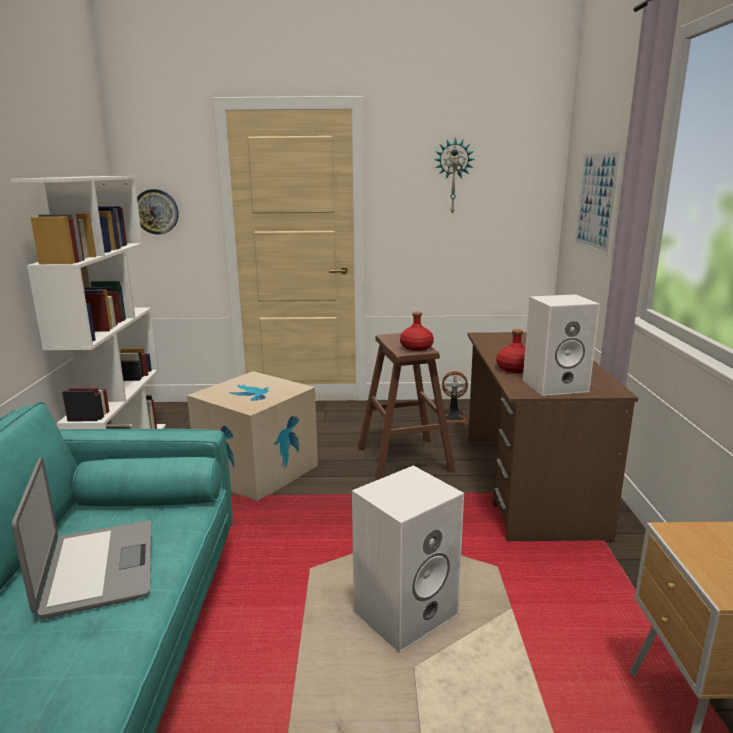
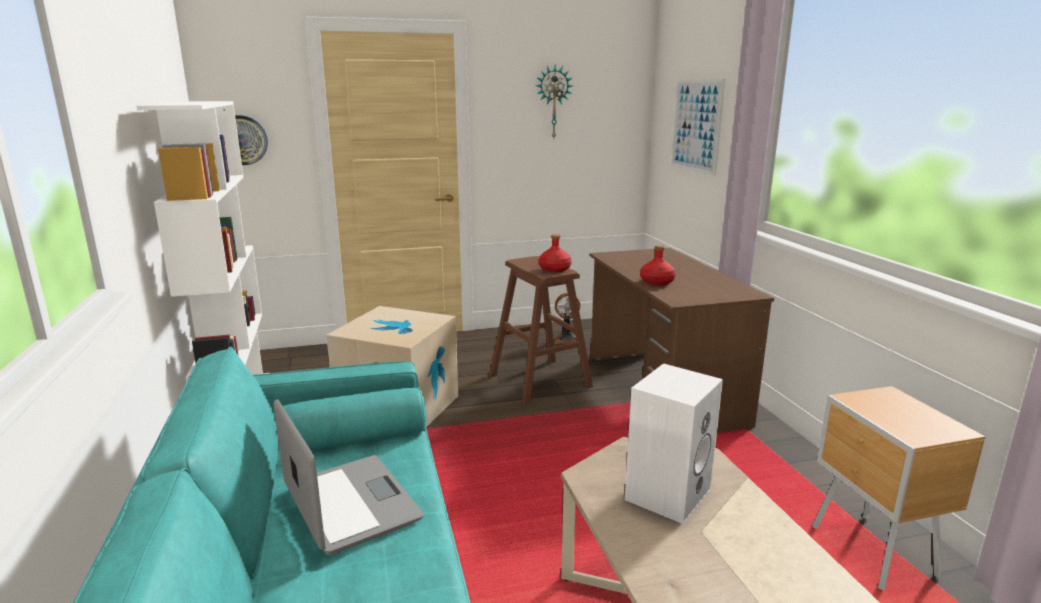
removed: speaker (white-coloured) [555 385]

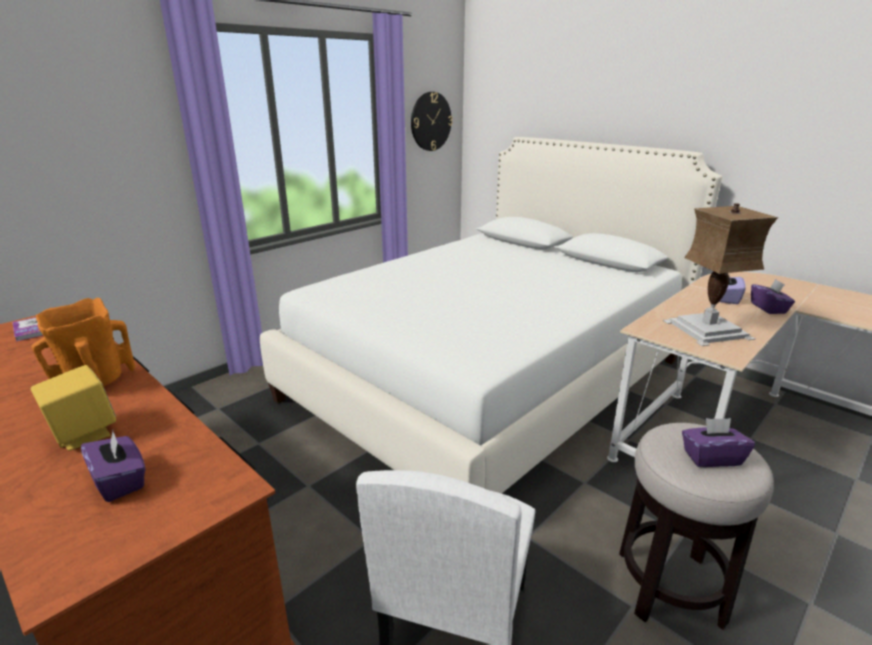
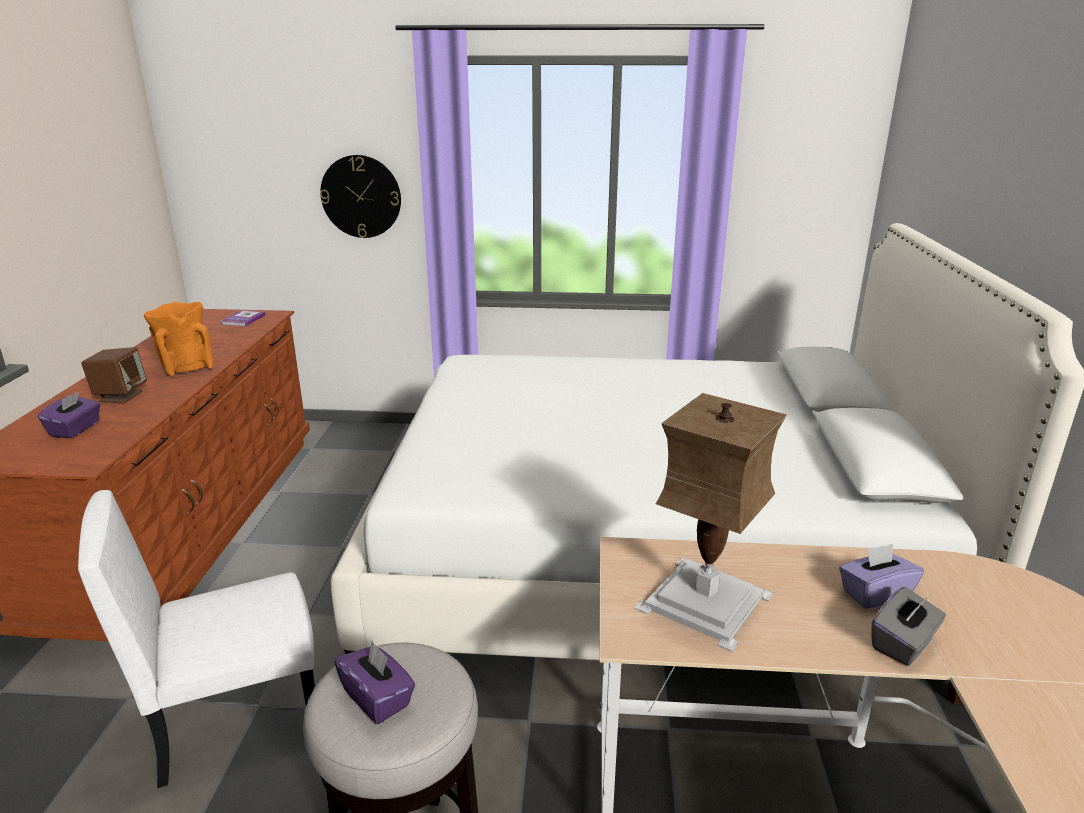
moved: hanging clock [430 121] to [361 196]
recoloured: box of tissues (purplish) [768 308] to box of tissues (gray) [903 644]; speaker (yellowish) [83 434] to speaker (brownish) [120 396]

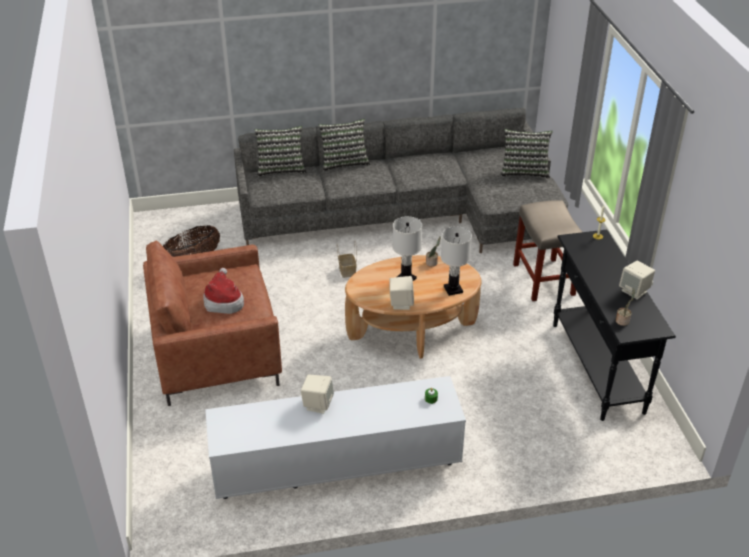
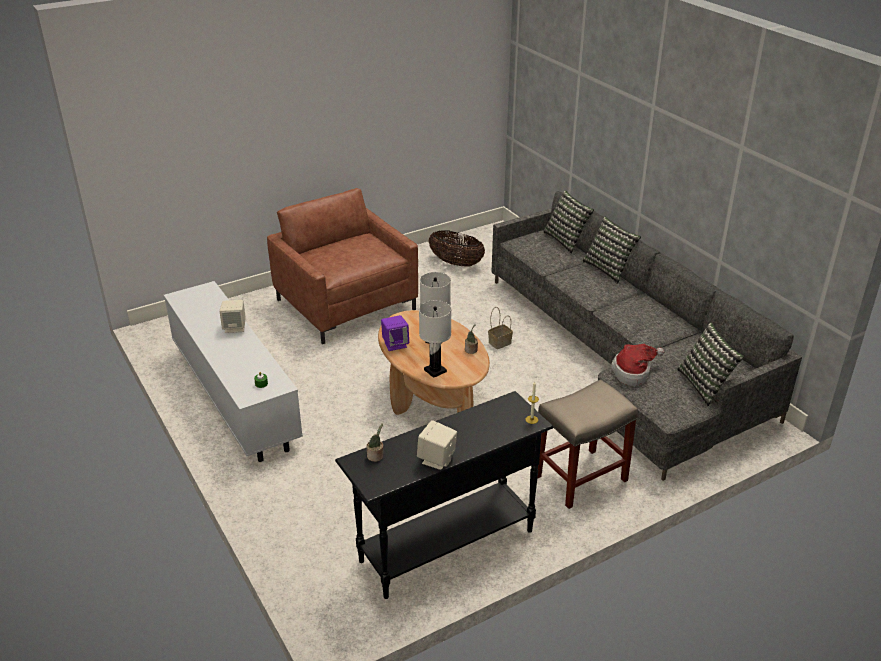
moved: hat [224 301] to [633 372]
recoloured: speaker (sand-coloured) [401 303] to speaker (purplish) [395 344]

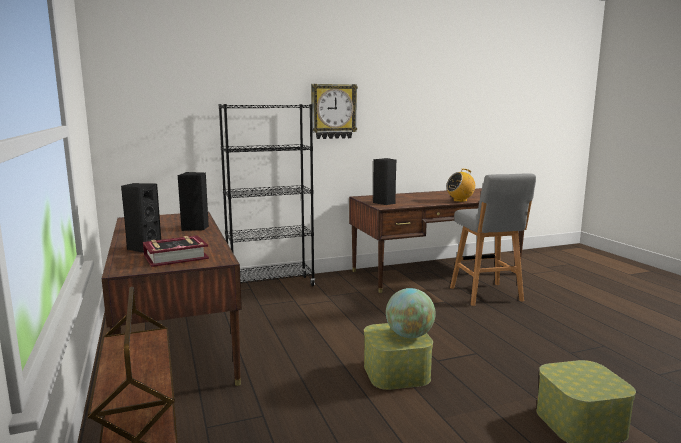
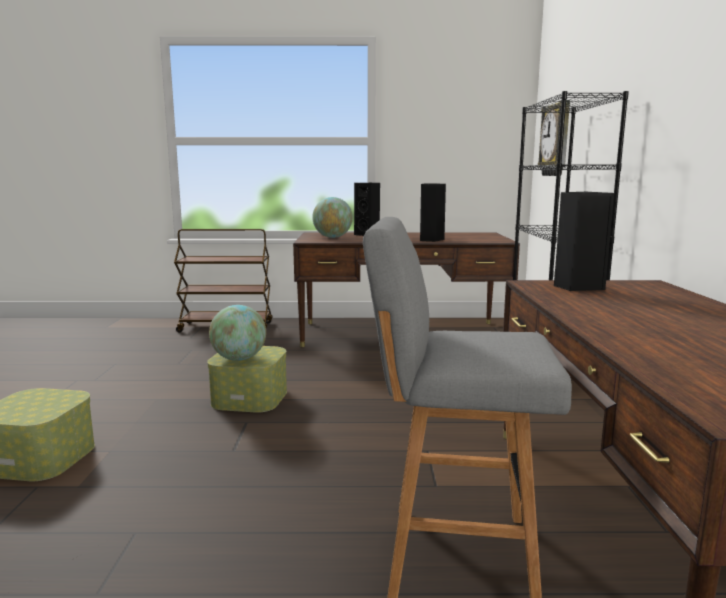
removed: radio [460 200]
moved: hanging clock [333 111] to [556 140]
replaced: volume [176 257] to desk globe [332 237]

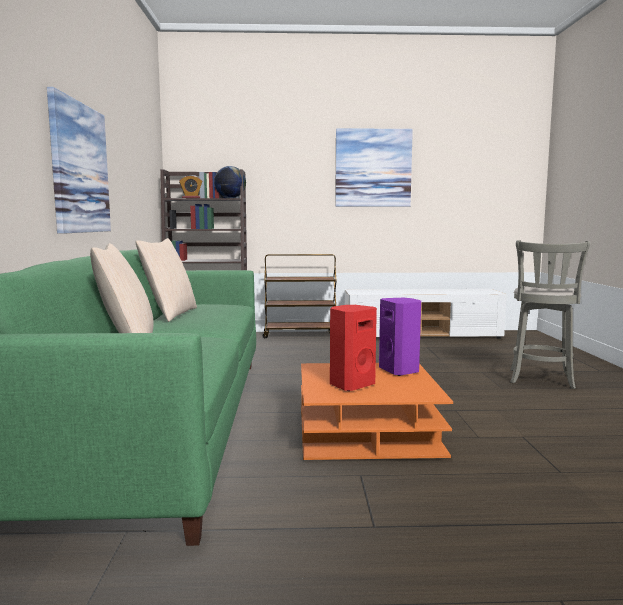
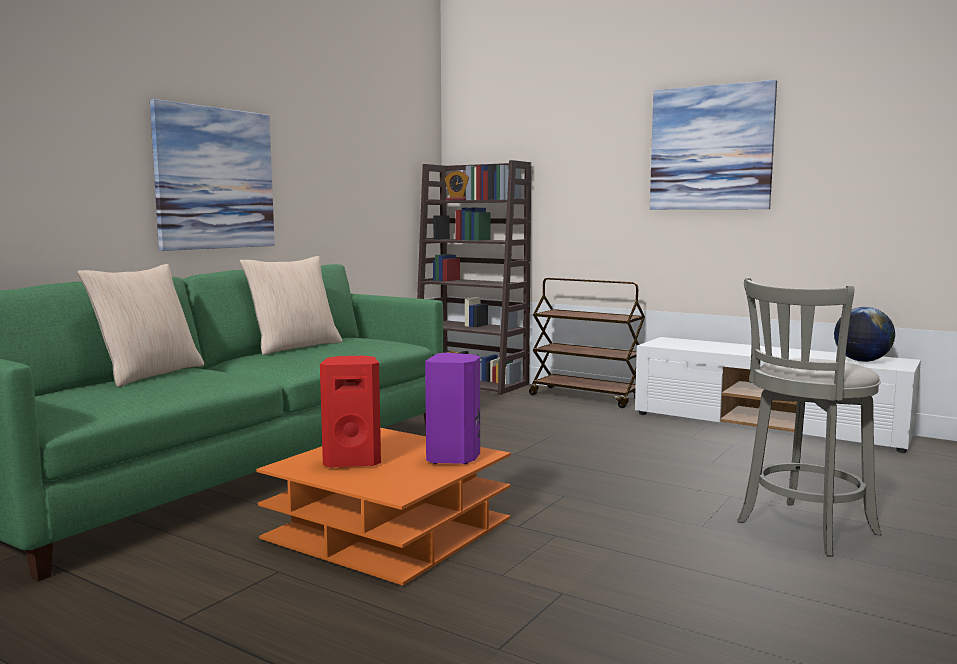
moved: desk globe [230 198] to [861 361]

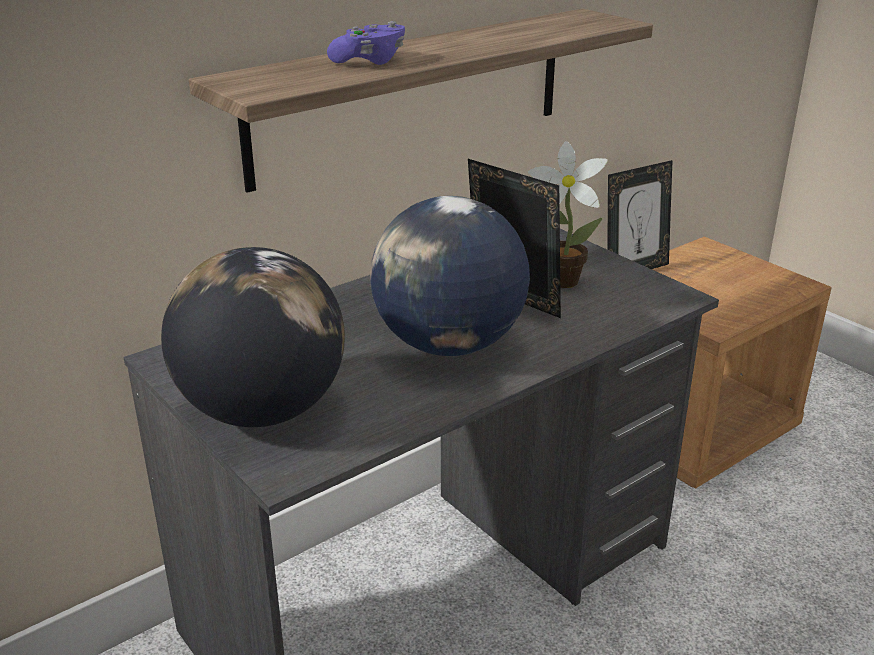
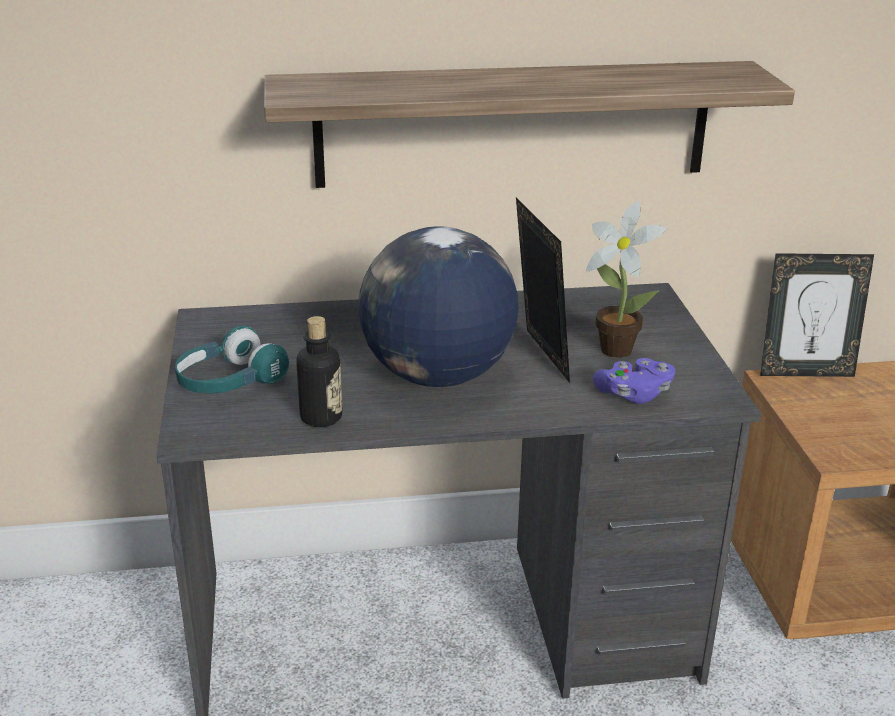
added: drink bottle [321 417]
moved: game controller (purplish) [370 61] to [634 394]
replaced: desk globe [262 411] to headset (turquoise) [229 382]

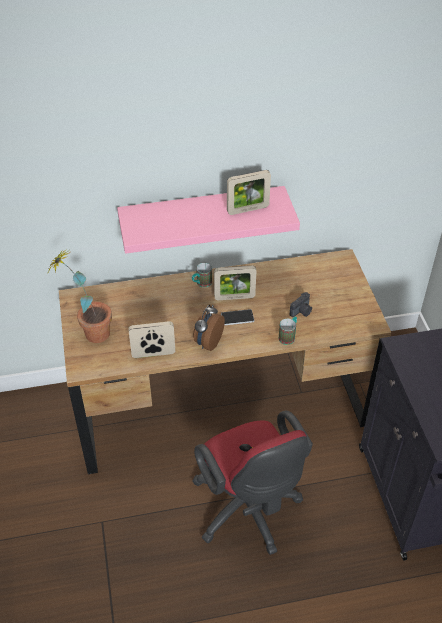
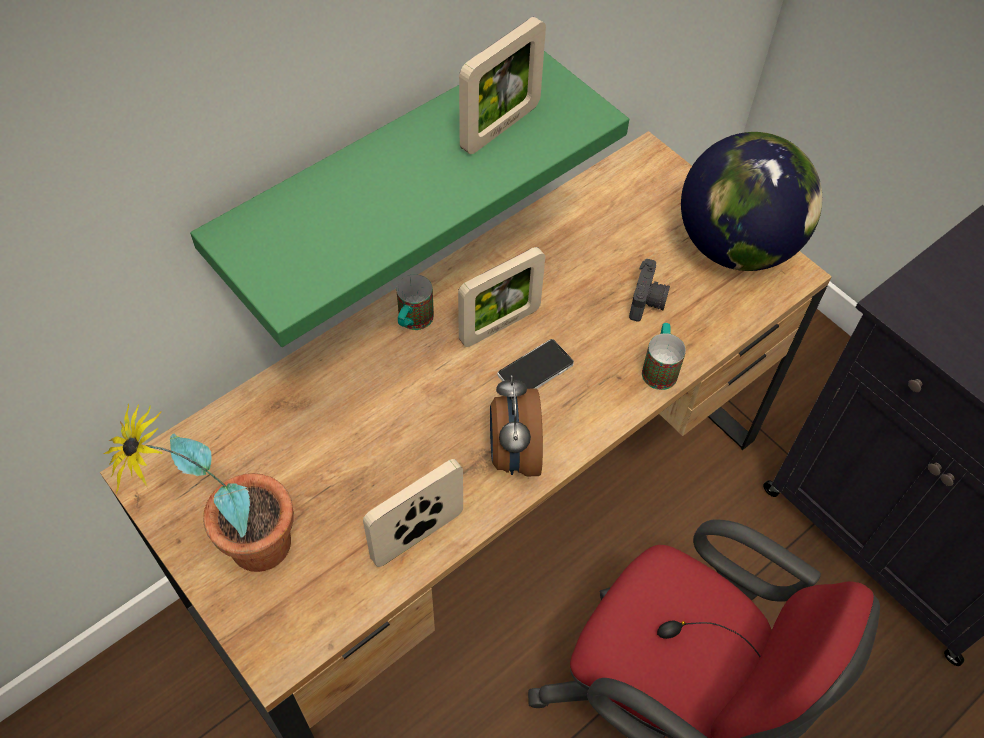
added: desk globe [736 246]
recoloured: bracket shelf (pink) [202 215] to bracket shelf (greenish) [379 174]

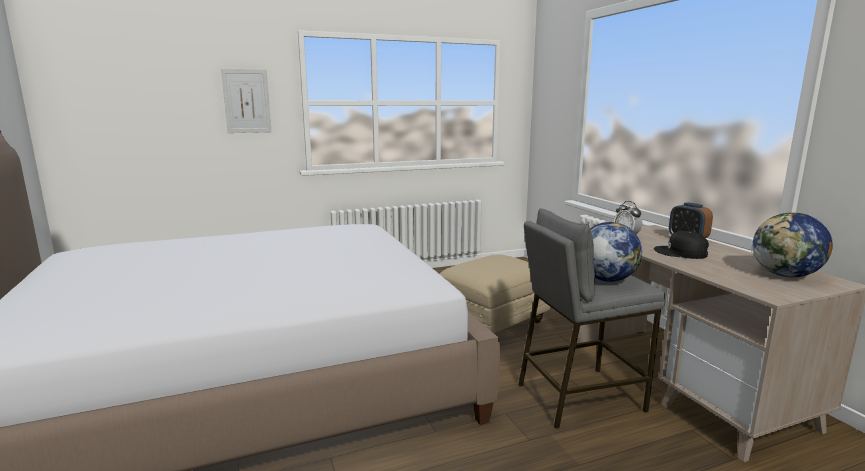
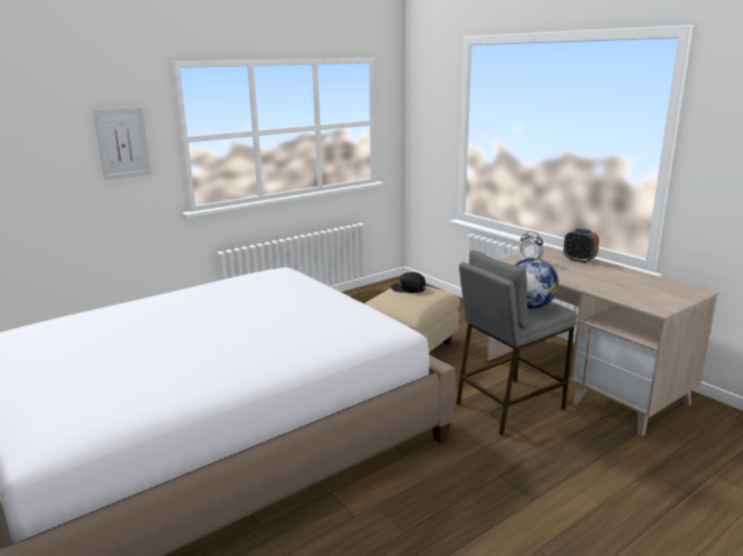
removed: desk globe [785 275]
moved: peaked cap (blackish) [681 253] to [408 288]

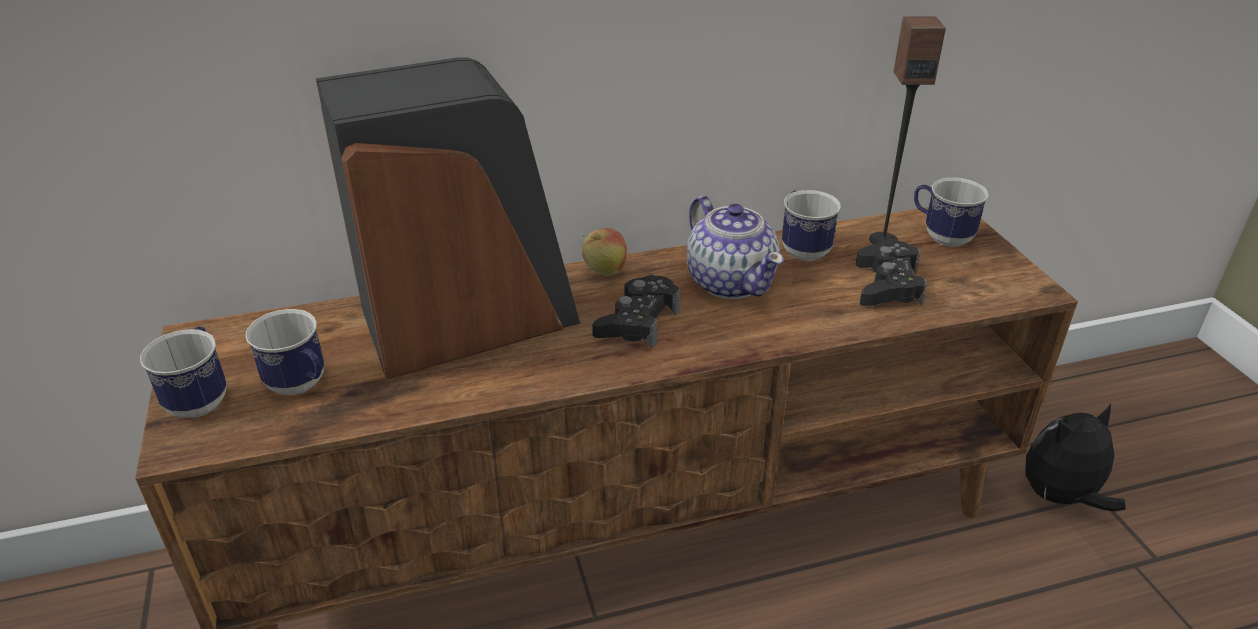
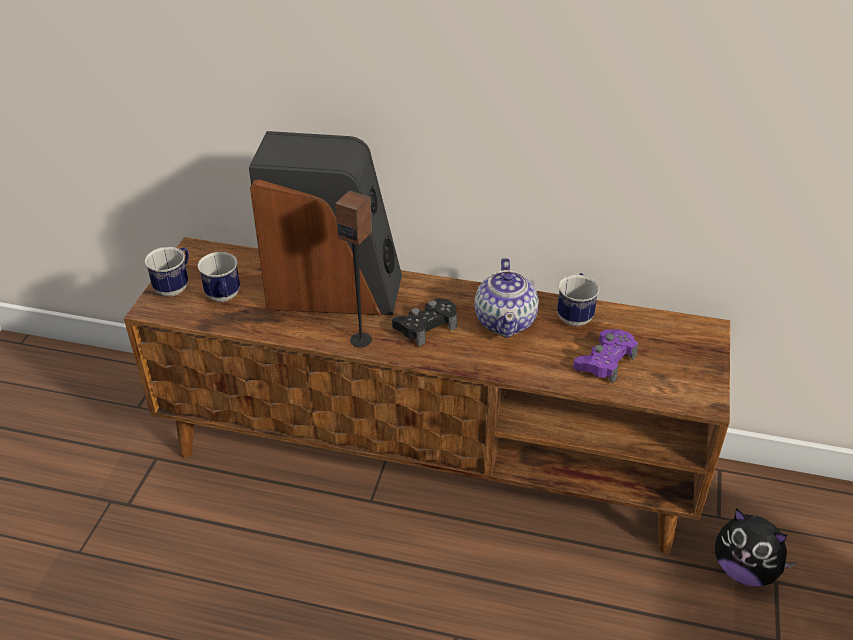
removed: tea mug [940 236]; apple fruit [604 272]
moved: speaker [883 240] to [361 340]
recoloured: game controller (blackish) [887 285] to game controller (purplish) [605 361]
turned: plush toy [1060 497] = [744 570] 150 degrees counterclockwise

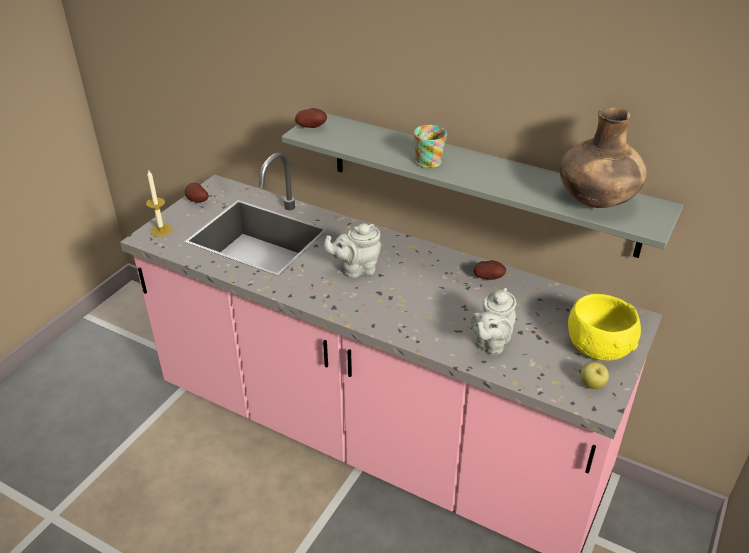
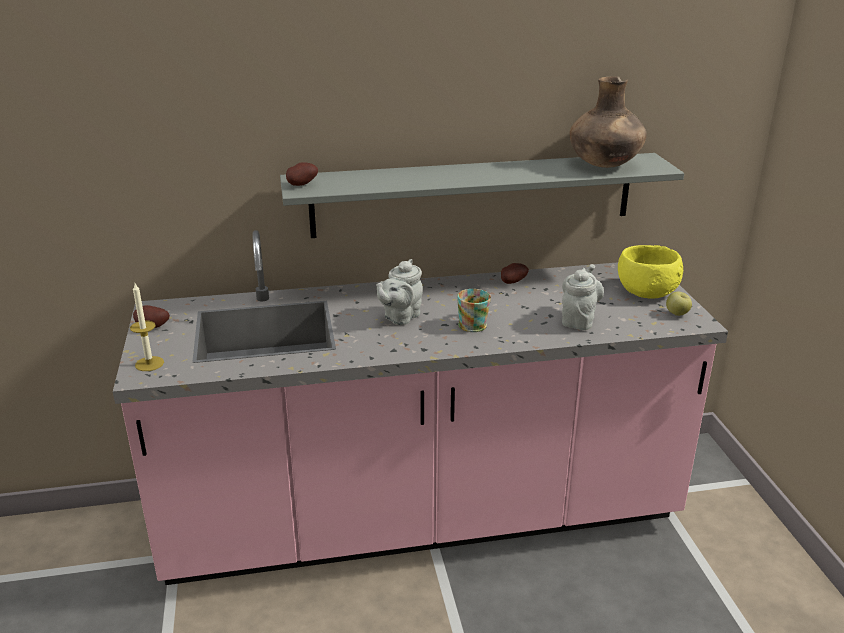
moved: tea mug [431 160] to [473 323]
turned: teapot (gray) [491 343] = [578 320] 150 degrees counterclockwise

